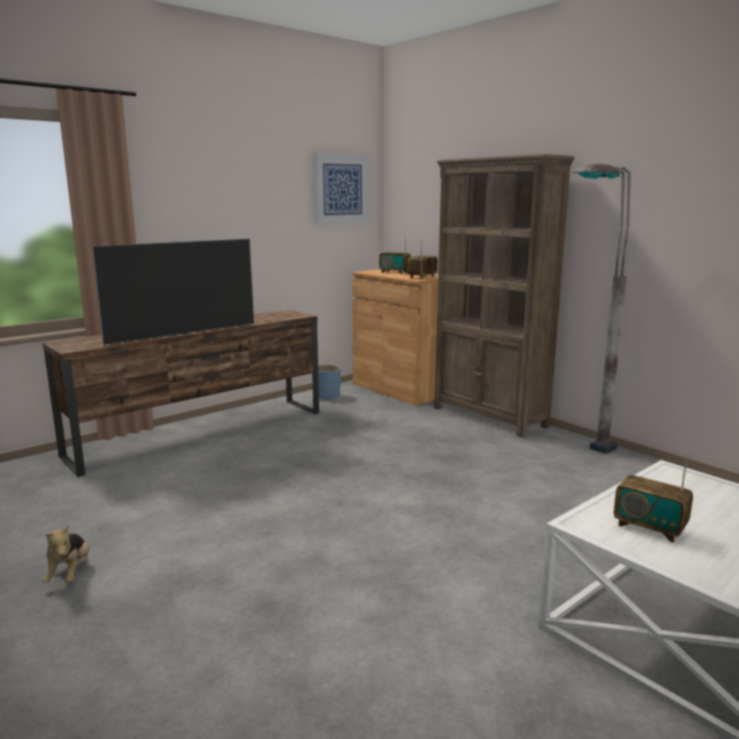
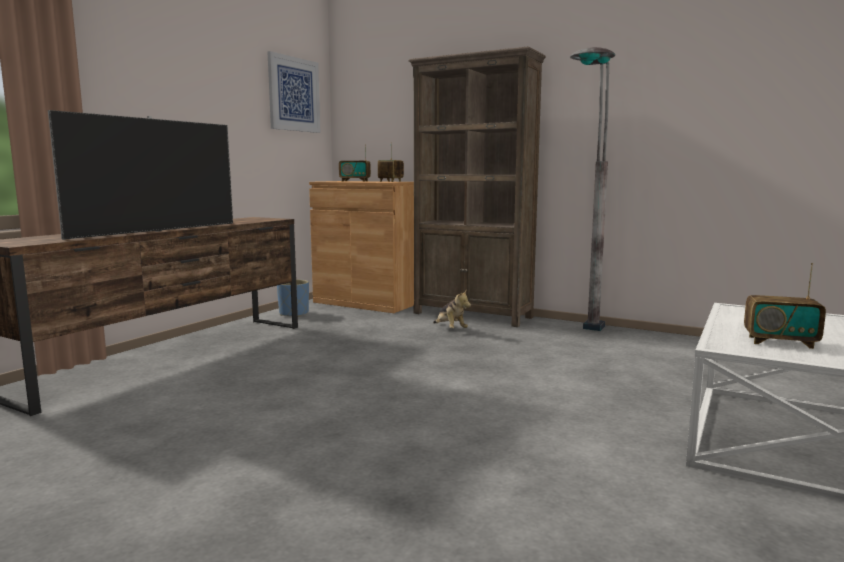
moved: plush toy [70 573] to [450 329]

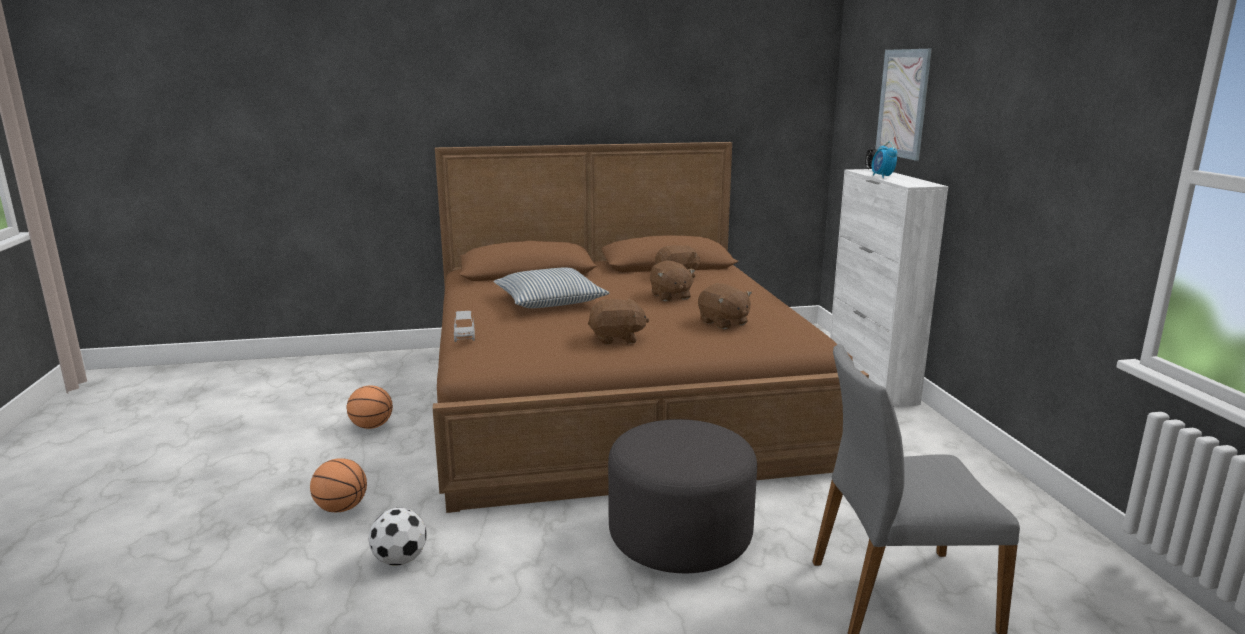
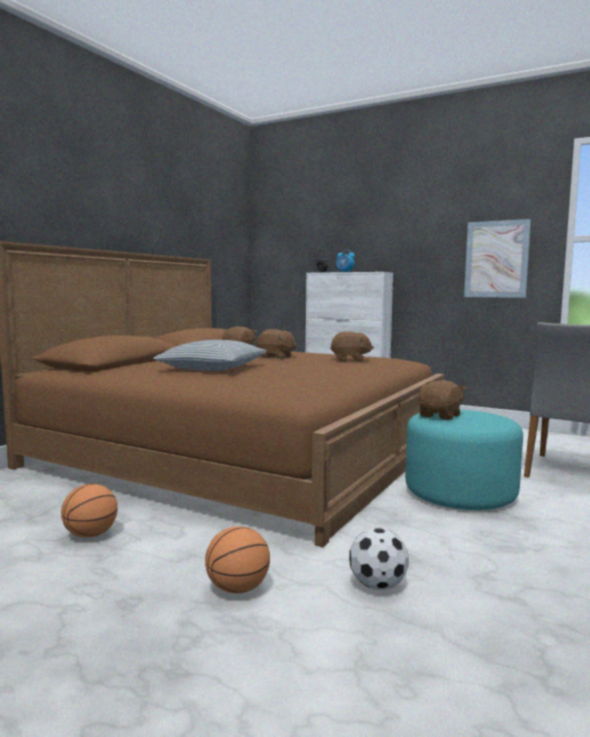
removed: model car (gray) [464 335]
moved: wall art [903 103] to [496 259]; plush toy (brownish) [617 339] to [440 416]
recoloured: pouffe (gray) [680 535] to pouffe (turquoise) [460 492]

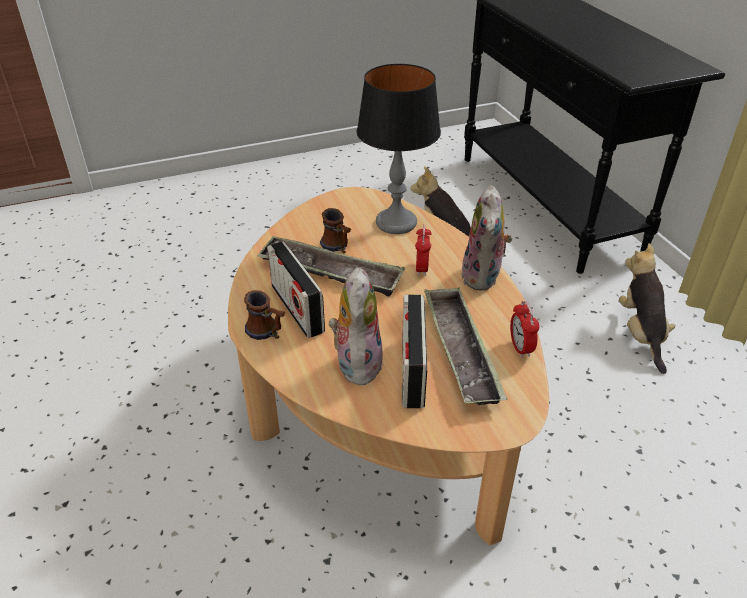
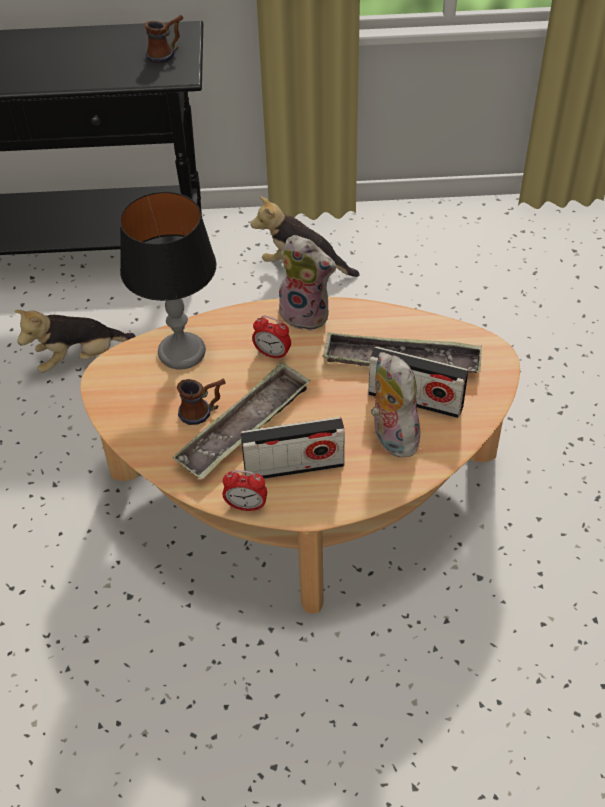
moved: tea mug [267 333] to [167 53]; bedside clock [520 348] to [246 506]
turned: plush toy [356 362] = [391 436] 45 degrees clockwise

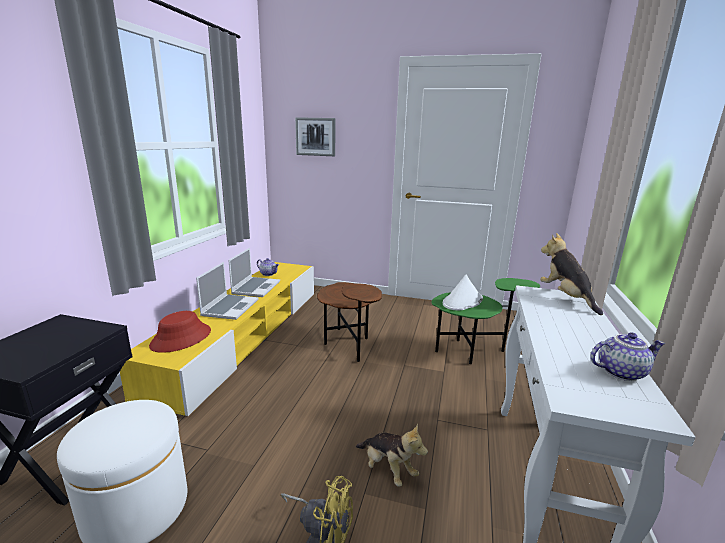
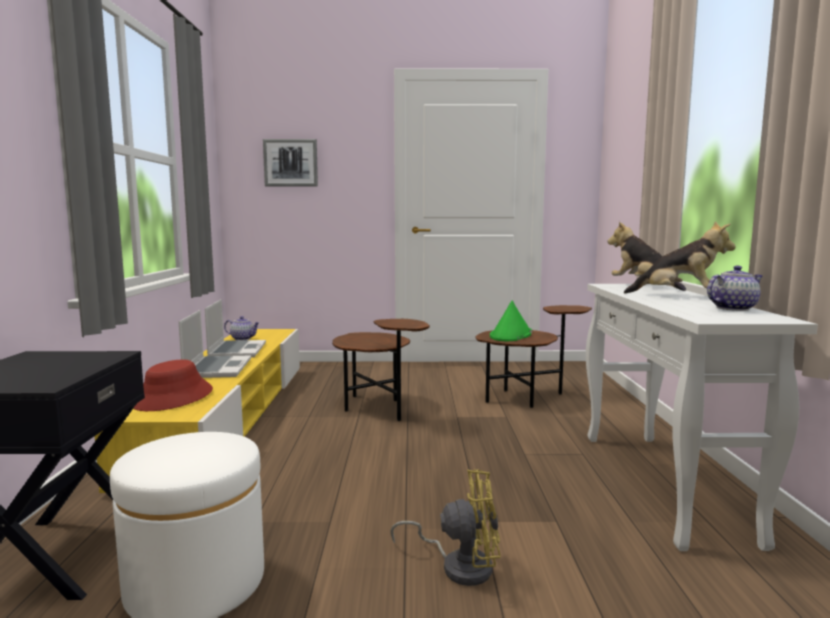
moved: plush toy [388 469] to [678 296]
recoloured: hat (white-coloured) [462 302] to hat (greenish) [511 335]; accent table (greenish) [473 351] to accent table (brownish) [528 397]

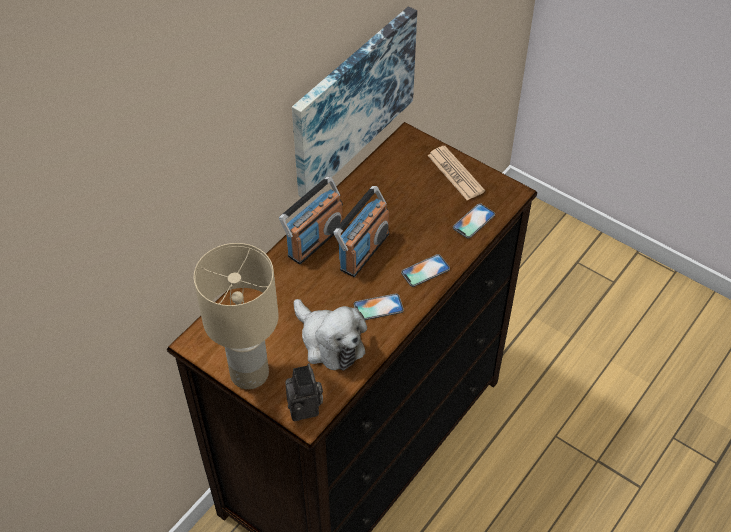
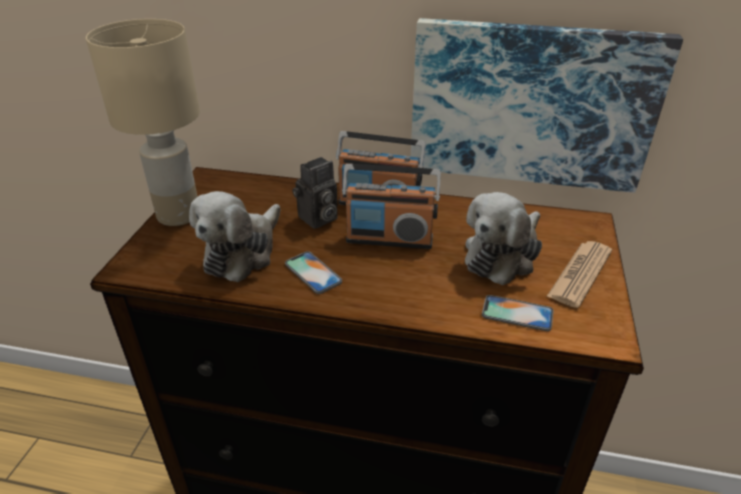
removed: phone [425 271]
added: plush toy [502 255]
moved: photo camera [306 408] to [317 219]

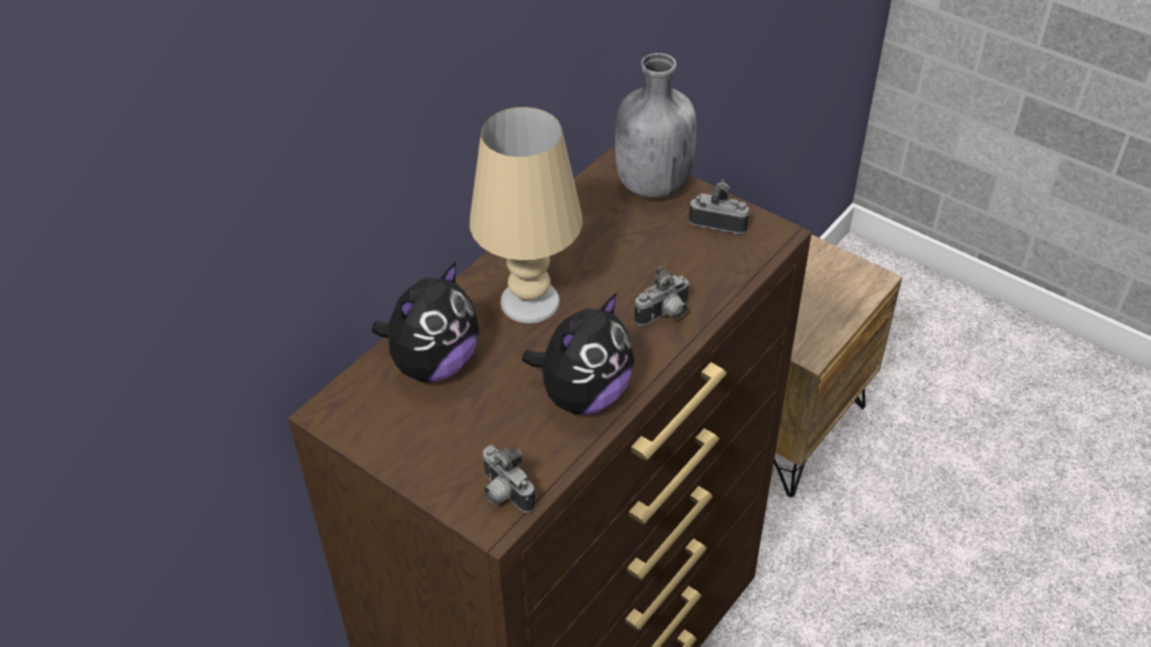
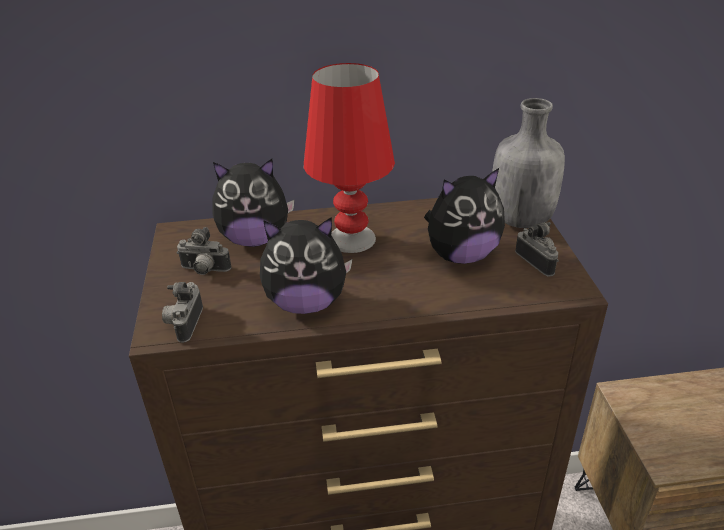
added: plush toy [461 255]
moved: photo camera [665 316] to [204 271]
recoloured: table lamp (sand-coloured) [530 301] to table lamp (reddish) [352 239]

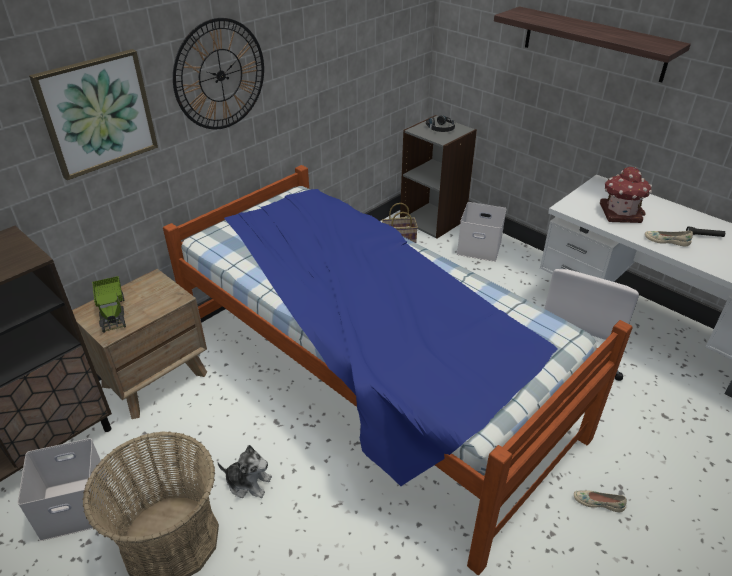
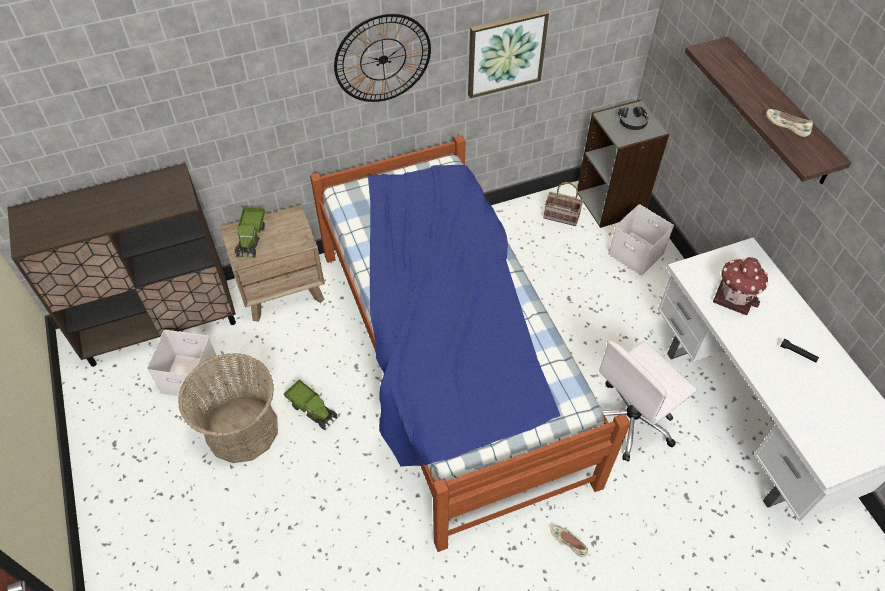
moved: wall art [97 113] to [505 53]; item of footwear (sand-coloured) [666 240] to [787 125]
replaced: plush toy [248 482] to toy truck [312 409]

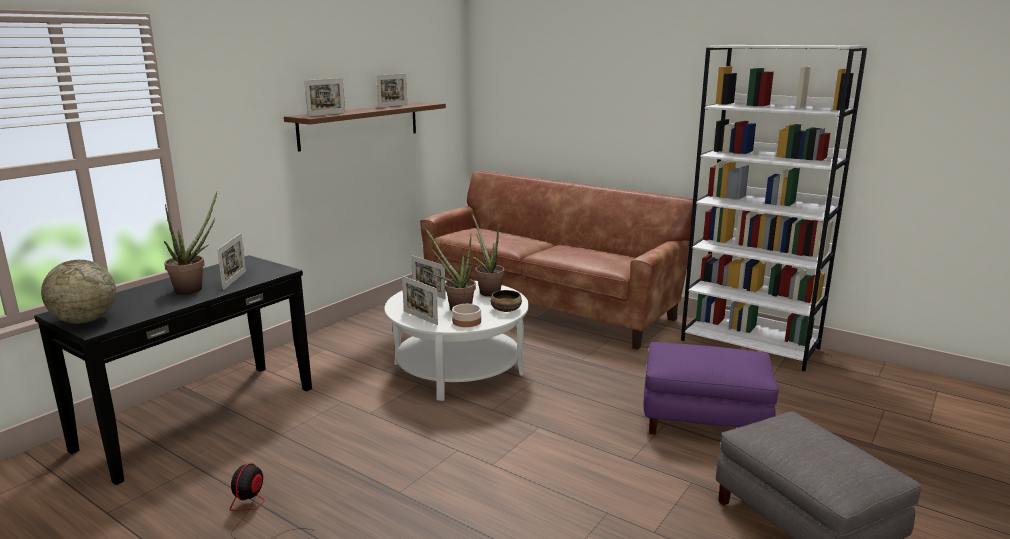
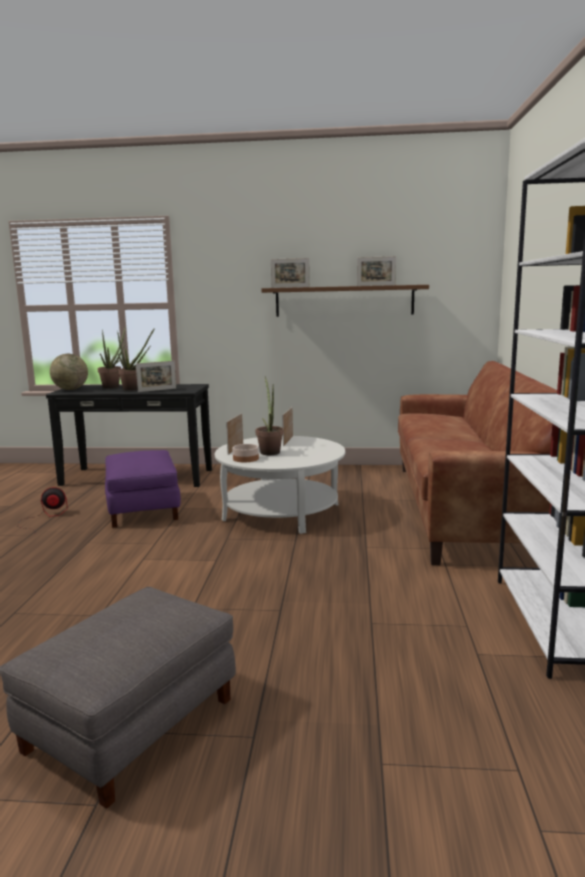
removed: bowl [505 309]
moved: potted plant [487 291] to [113 386]; pouffe (purplish) [705 419] to [143 509]

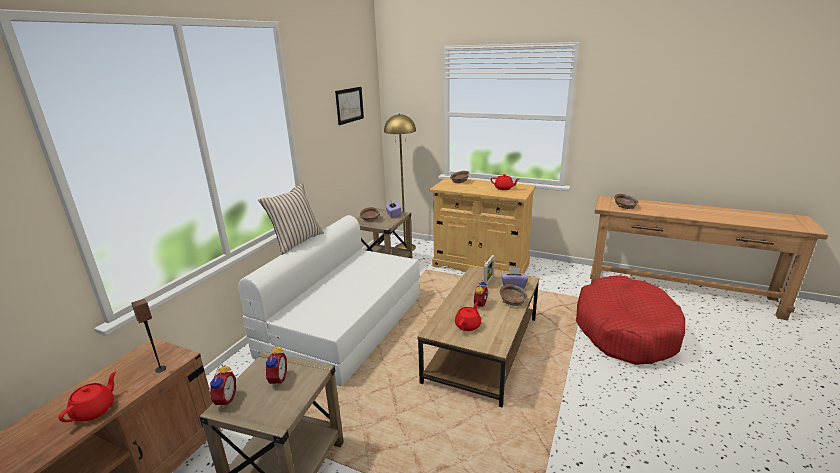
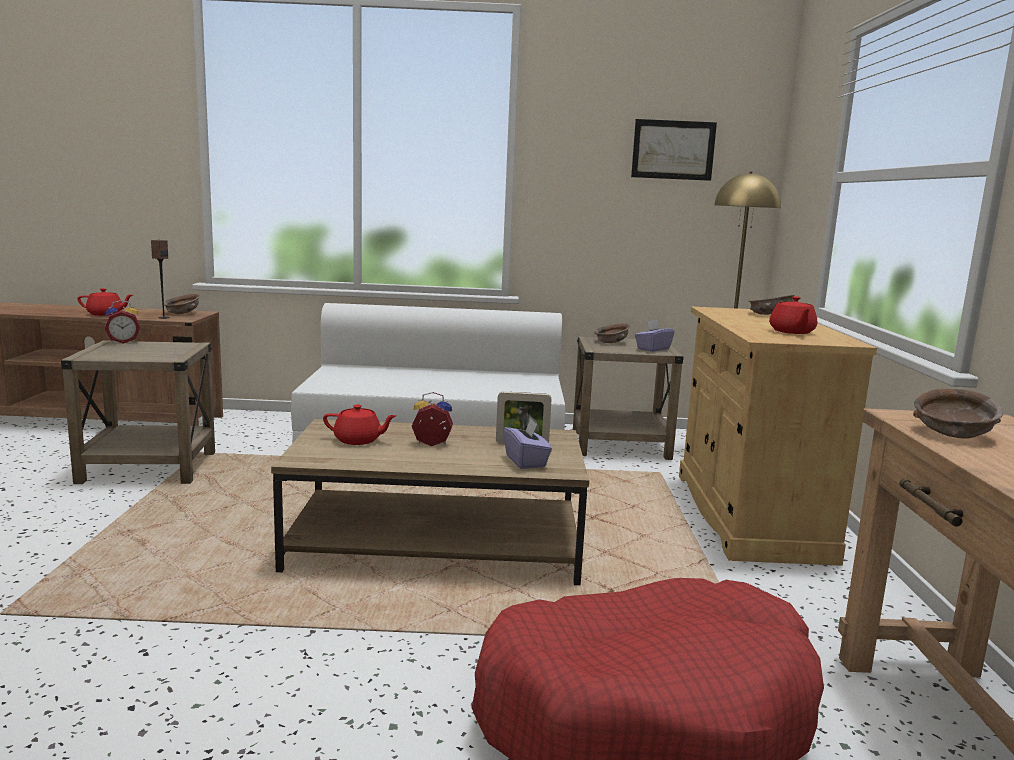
removed: cushion (sand-coloured) [296 242]; bedside clock [276 379]
moved: bowl (brownish) [512 302] to [182 313]

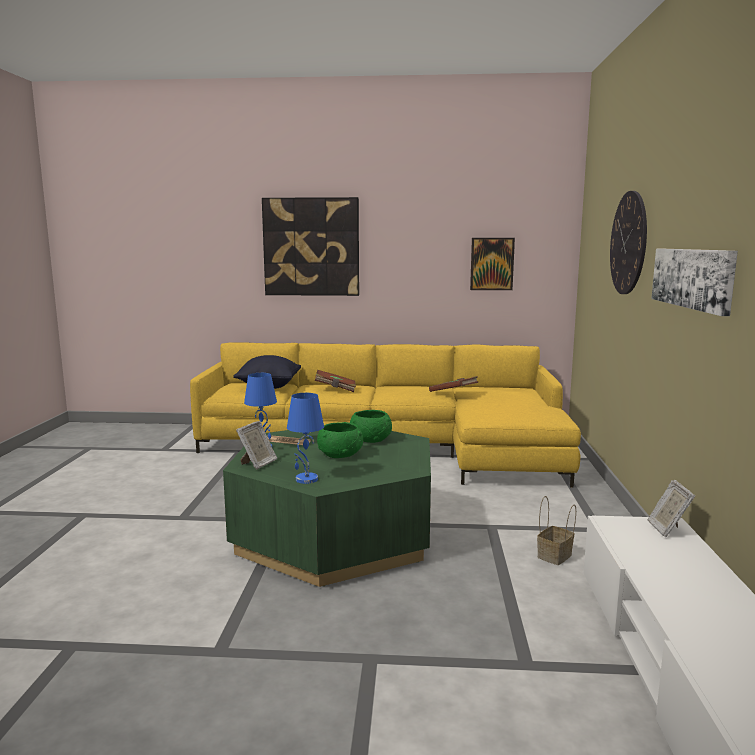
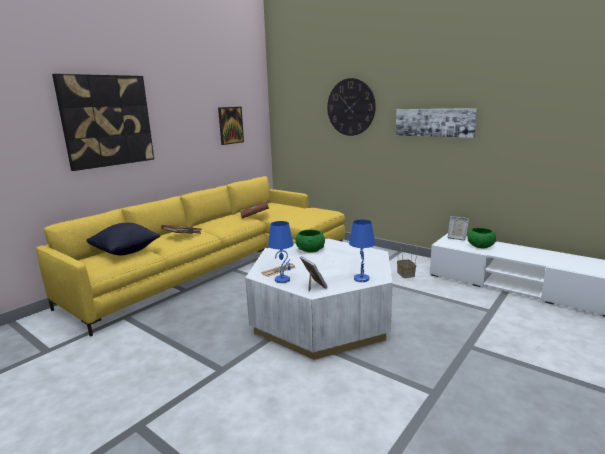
moved: bowl (greenish) [340 454] to [480 246]
recoloured: low table (greenish) [335 533] to low table (white-coloured) [322 318]

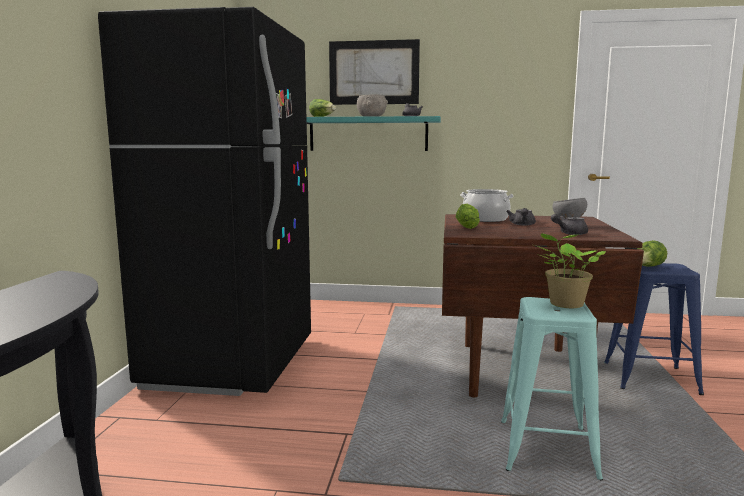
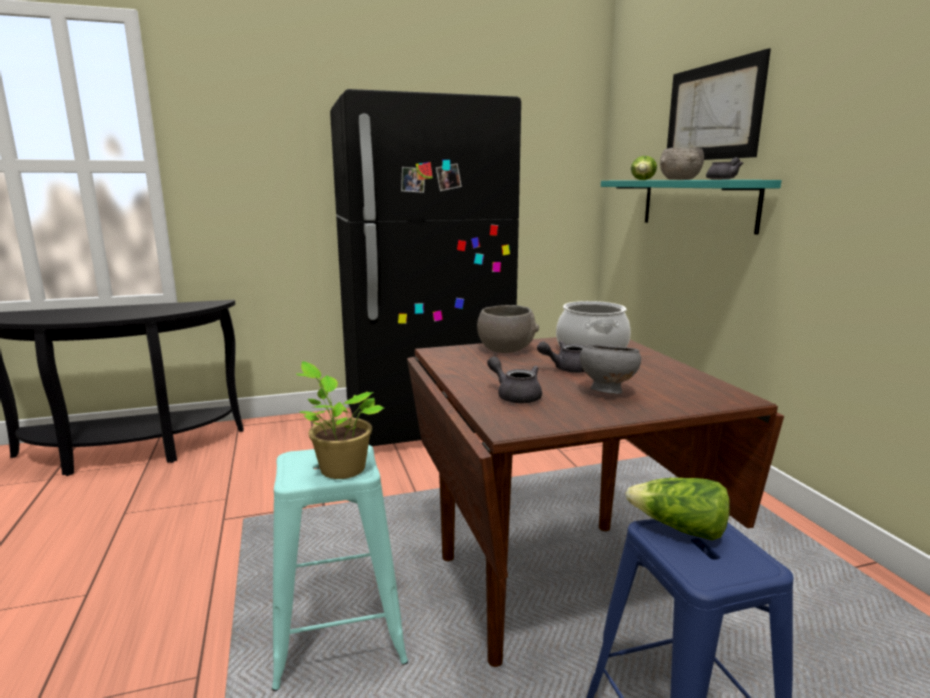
replaced: lettuce head [467 227] to bowl (gray) [506 349]

